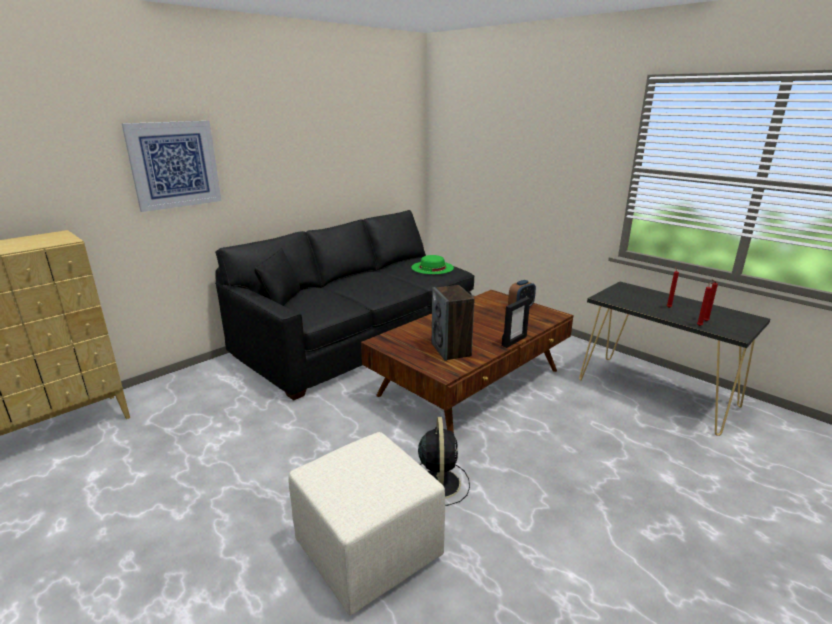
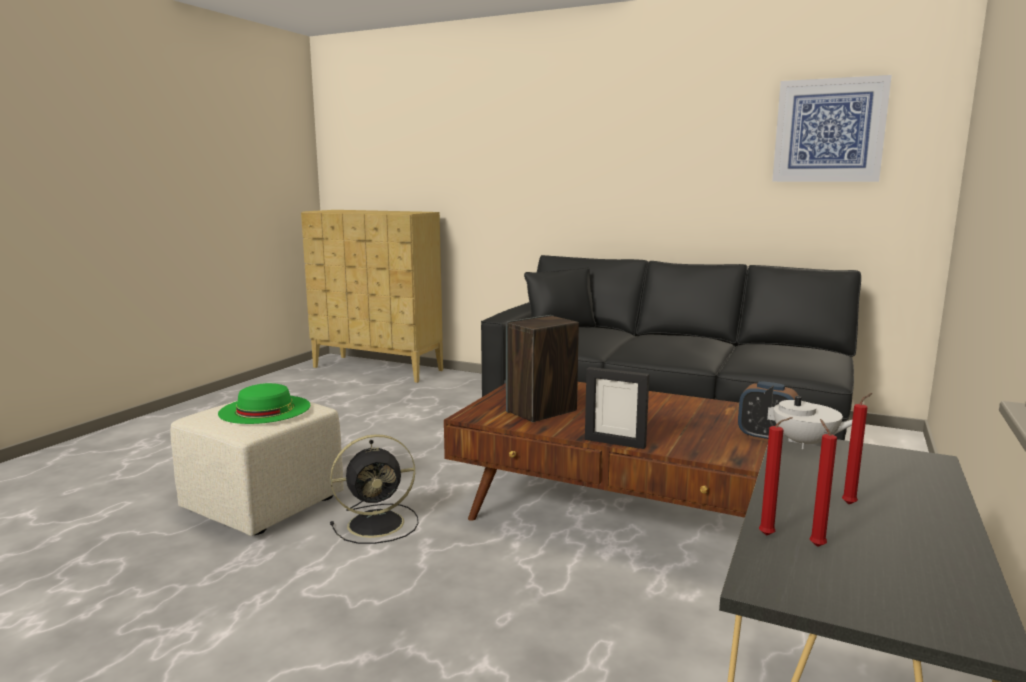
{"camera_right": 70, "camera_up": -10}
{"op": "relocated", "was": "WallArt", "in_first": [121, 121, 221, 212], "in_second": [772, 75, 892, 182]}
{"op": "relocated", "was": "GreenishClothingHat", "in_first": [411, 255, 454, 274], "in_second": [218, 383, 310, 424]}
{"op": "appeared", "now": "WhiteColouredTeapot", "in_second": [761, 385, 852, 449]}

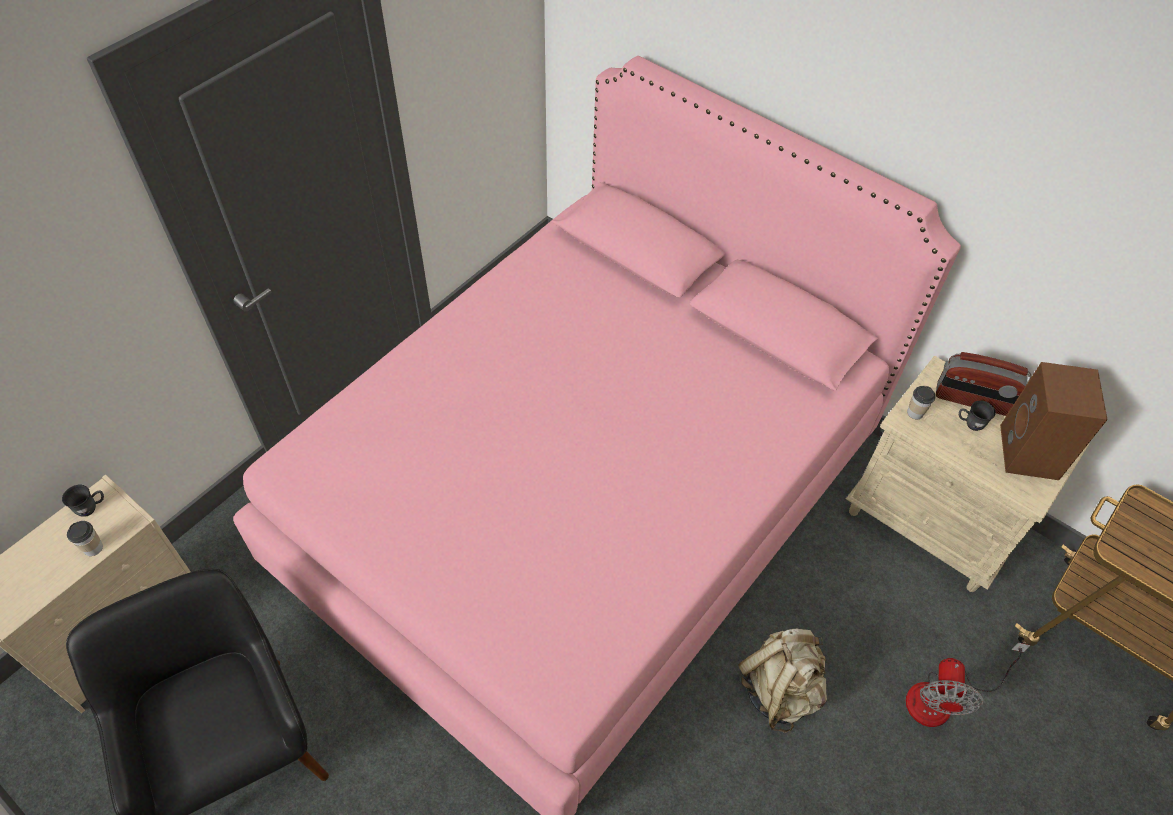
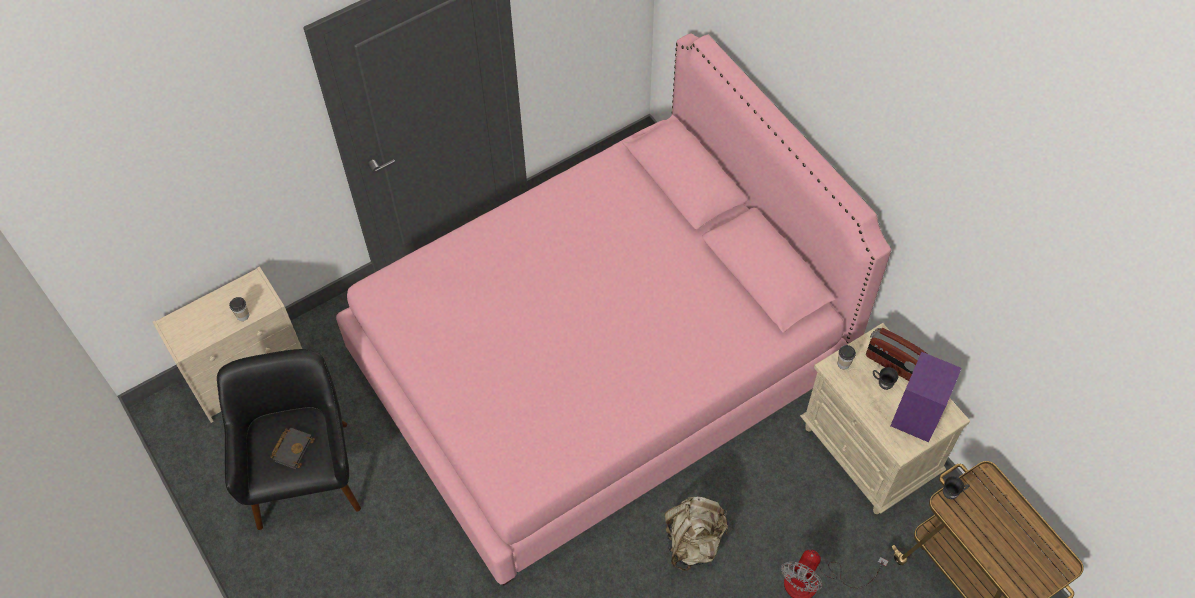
{"camera_right": 20, "camera_up": 5}
{"op": "colour", "was": "BrownLoudspeaker", "now": "PurplishLoudspeaker", "in_first": [1000, 362, 1108, 480], "in_second": [891, 352, 962, 442]}
{"op": "relocated", "was": "GreyishMug", "in_first": [62, 485, 104, 517], "in_second": [943, 476, 970, 499]}
{"op": "appeared", "now": "BlackVolume", "in_second": [270, 427, 315, 469]}

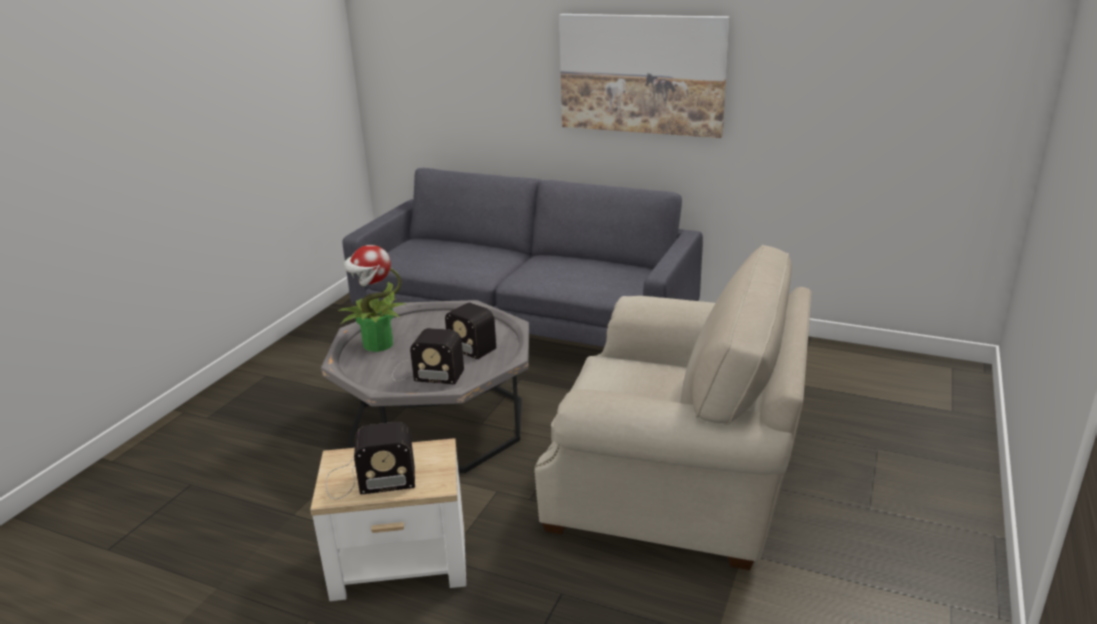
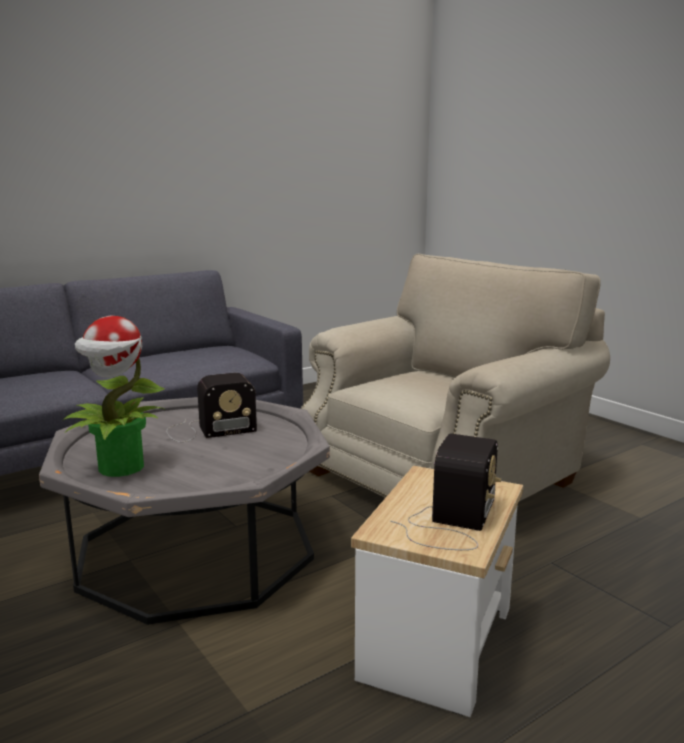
{"camera_right": -60, "camera_up": -10}
{"op": "missing", "was": "WallArt", "in_first": [559, 14, 730, 138]}
{"op": "missing", "was": "Radio", "in_first": [392, 328, 464, 385]}

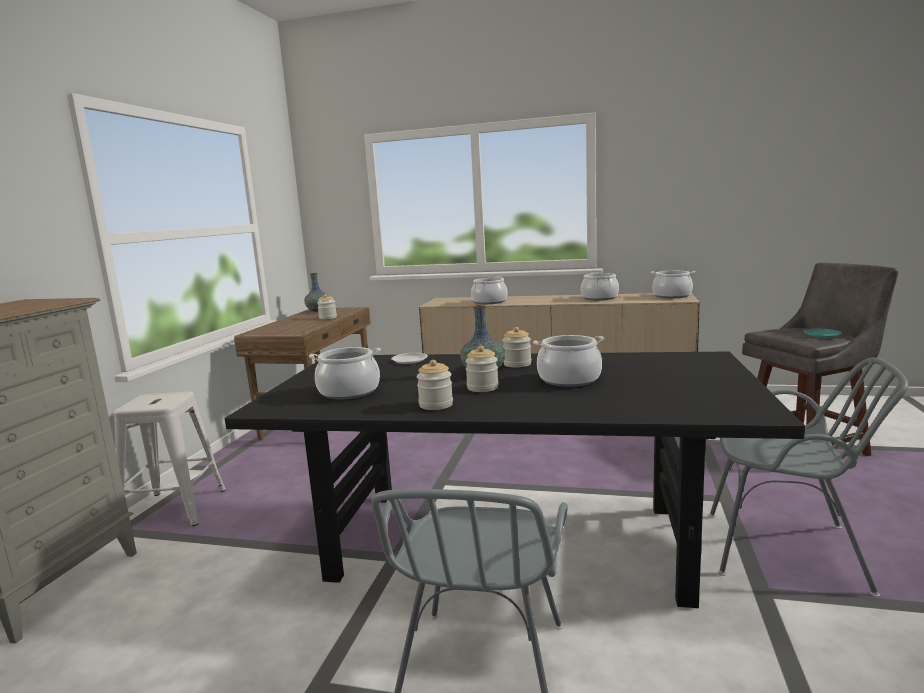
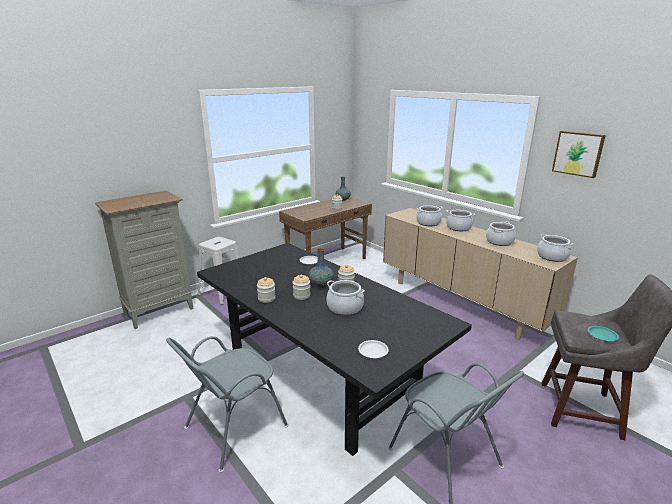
{"camera_right": 35, "camera_up": 10}
{"op": "relocated", "was": "Saucepot", "in_first": [309, 347, 381, 399], "in_second": [446, 210, 475, 231]}
{"op": "appeared", "now": "WallArt", "in_second": [552, 131, 606, 178]}
{"op": "appeared", "now": "WhiteColouredFlatDish", "in_second": [358, 340, 389, 358]}

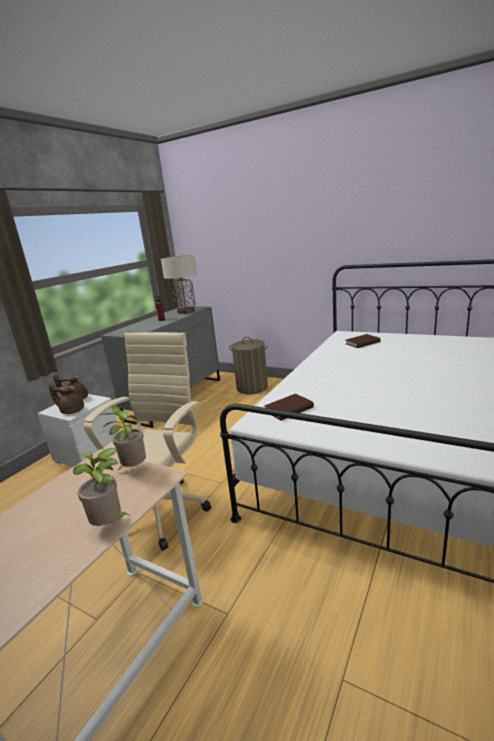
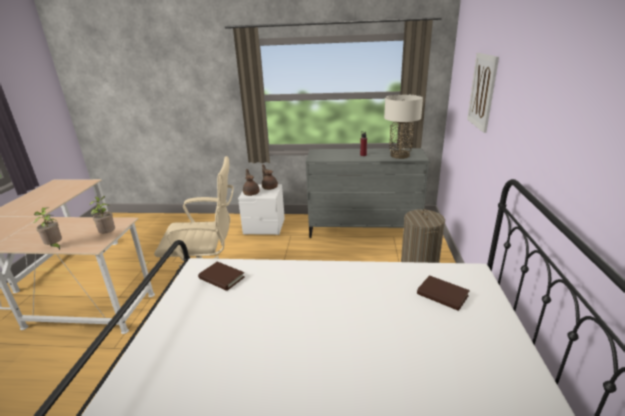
{"camera_right": 65, "camera_up": 5}
{"op": "appeared", "now": "WallArt", "in_second": [467, 53, 499, 133]}

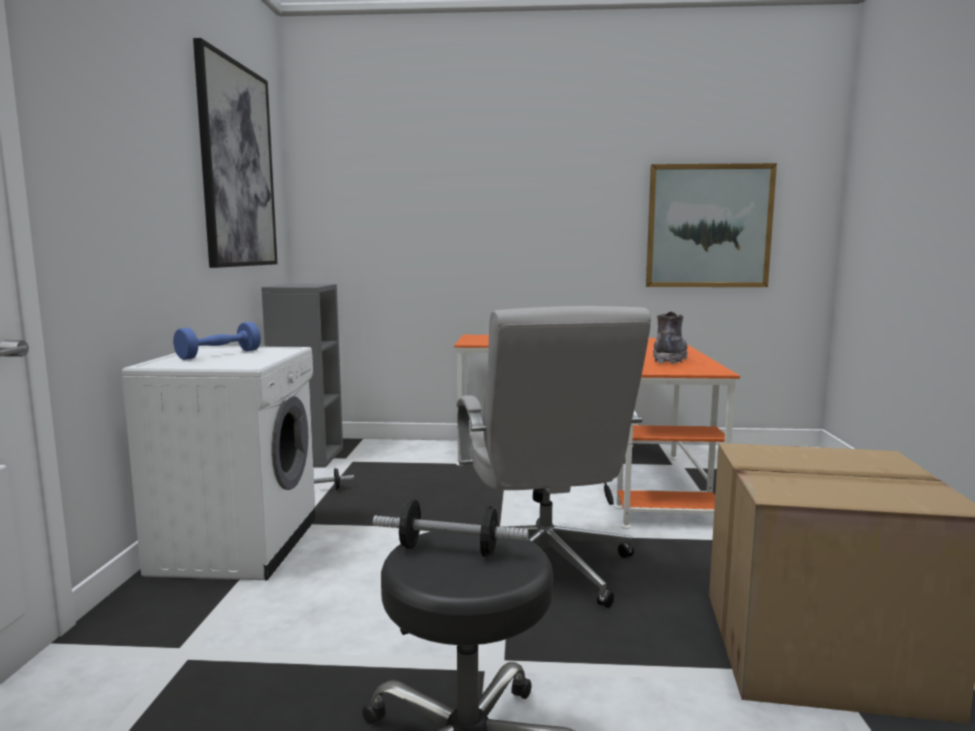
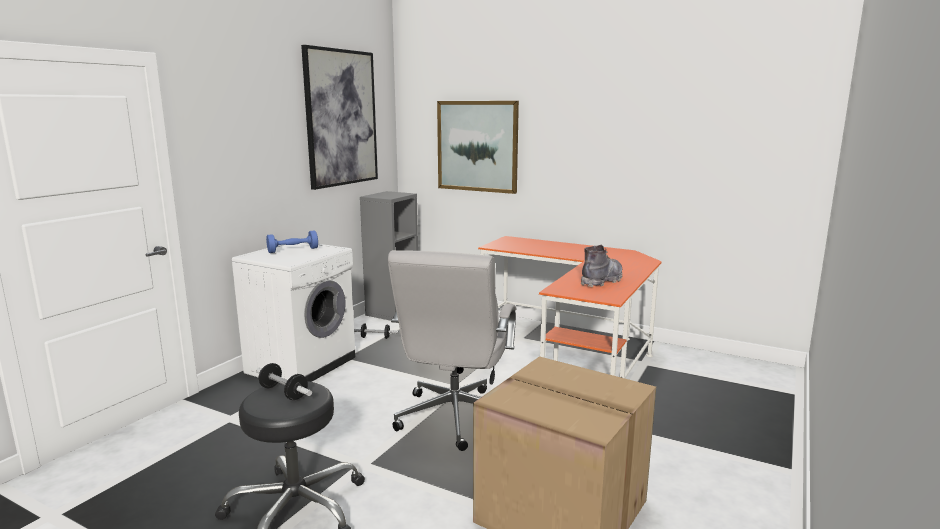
{"camera_right": 25, "camera_up": 5}
{"op": "relocated", "was": "WallArt", "in_first": [646, 163, 777, 287], "in_second": [437, 101, 519, 194]}

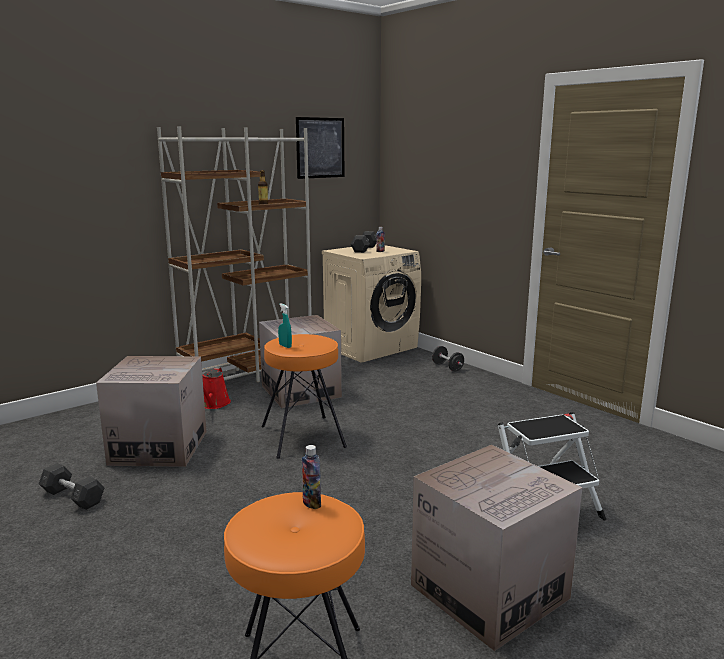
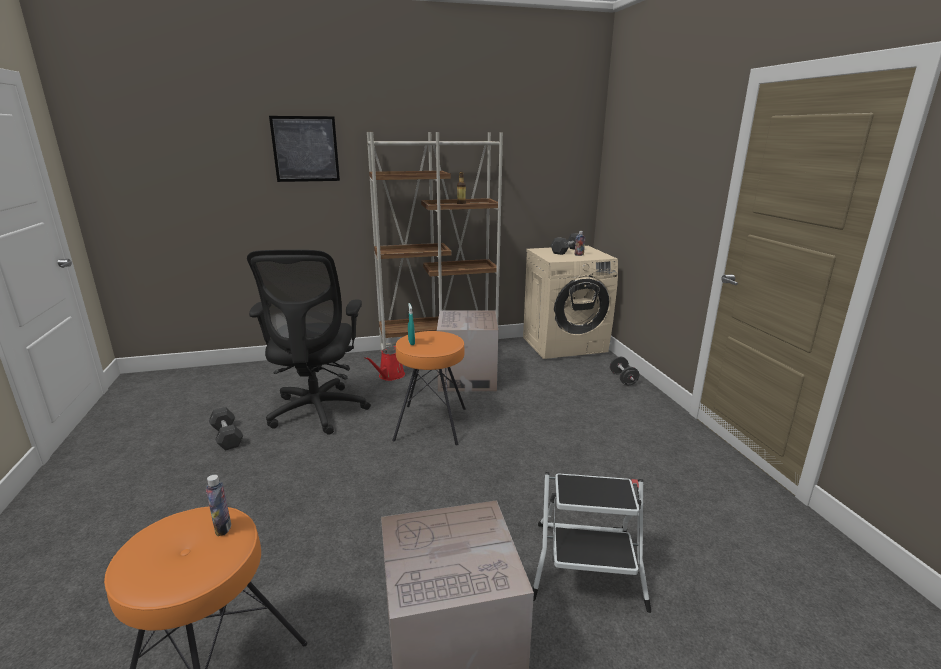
{"camera_right": 25, "camera_up": 5}
{"op": "relocated", "was": "WallArt", "in_first": [296, 117, 344, 179], "in_second": [269, 116, 340, 182]}
{"op": "exchanged", "was": "Carton", "now": "BlackDeskChair", "in_first": [96, 356, 207, 467], "in_second": [247, 250, 371, 435]}

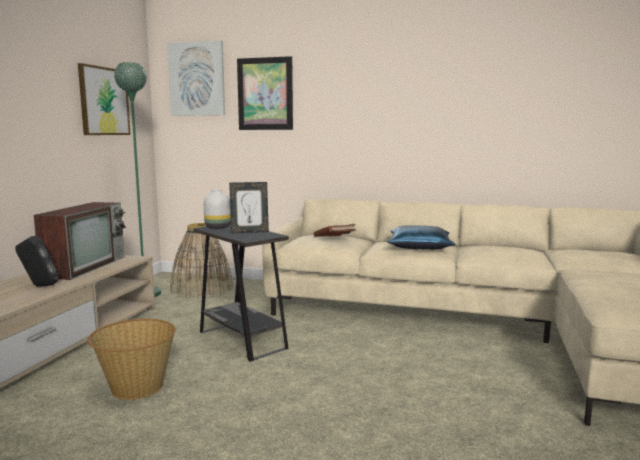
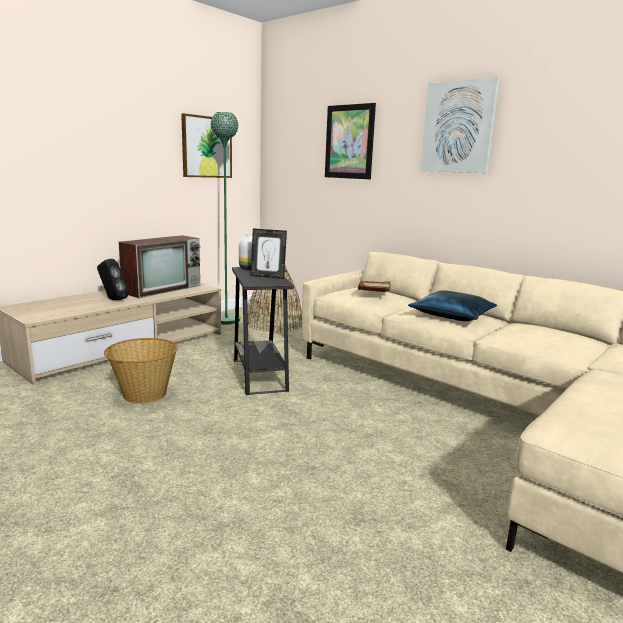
{"camera_right": 25, "camera_up": 5}
{"op": "relocated", "was": "WallArt", "in_first": [167, 40, 225, 116], "in_second": [420, 77, 500, 173]}

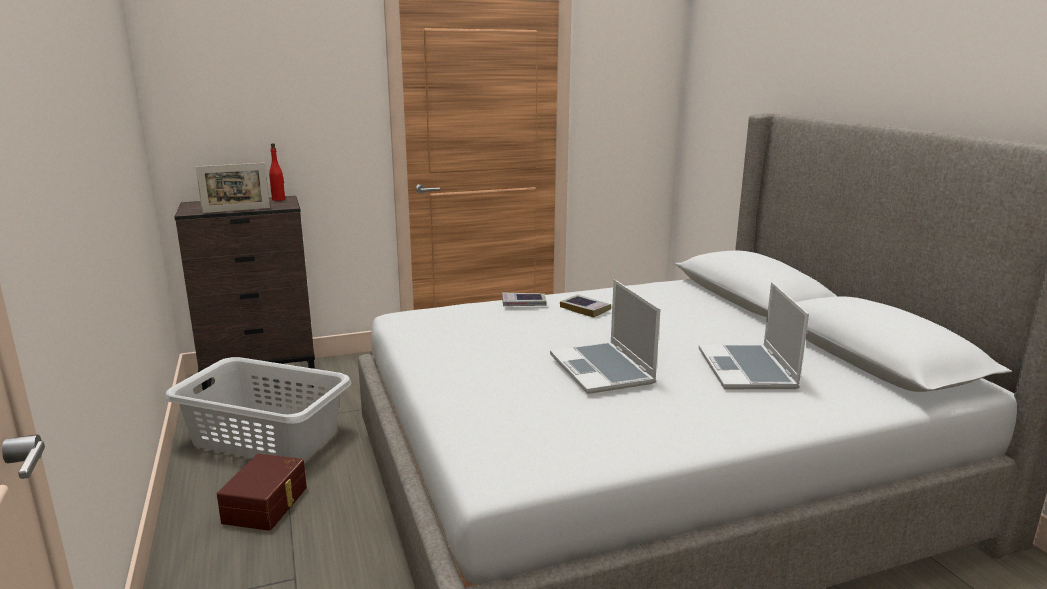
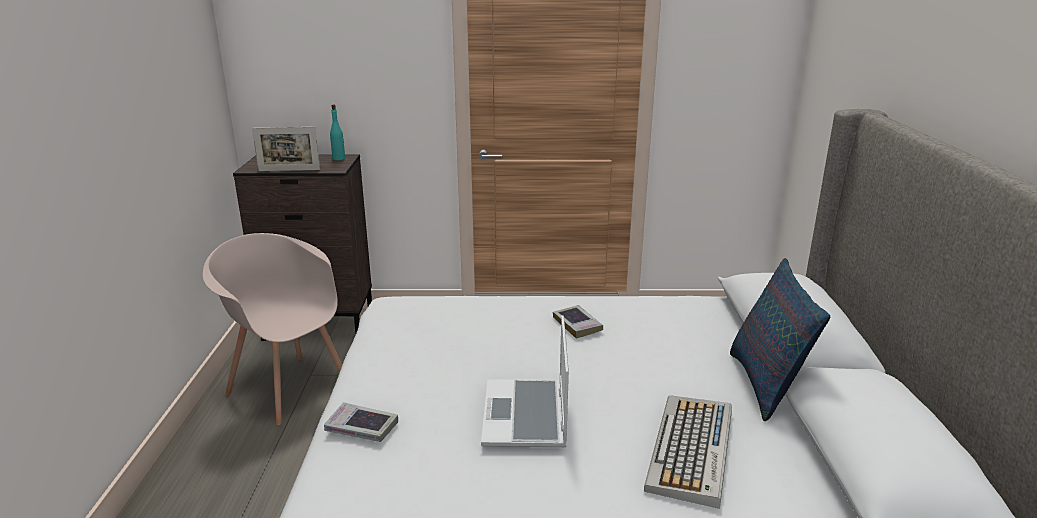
{"camera_right": 20, "camera_up": 5}
{"op": "colour", "was": "RedColouredBeverageBottle", "now": "TurquoiseBeverageBottle", "in_first": [269, 143, 285, 201], "in_second": [330, 105, 345, 160]}
{"op": "exchanged", "was": "NotebookComputer", "now": "Keyboard", "in_first": [699, 282, 809, 389], "in_second": [644, 395, 732, 509]}
{"op": "relocated", "was": "Volume", "in_first": [502, 292, 547, 306], "in_second": [324, 402, 398, 442]}
{"op": "exchanged", "was": "GreyishHamper", "now": "SandColouredChair", "in_first": [165, 357, 351, 460], "in_second": [203, 233, 342, 425]}
{"op": "missing", "was": "BrownStorageBin", "in_first": [217, 454, 307, 531]}
{"op": "appeared", "now": "BluishPillow", "in_second": [730, 258, 830, 421]}

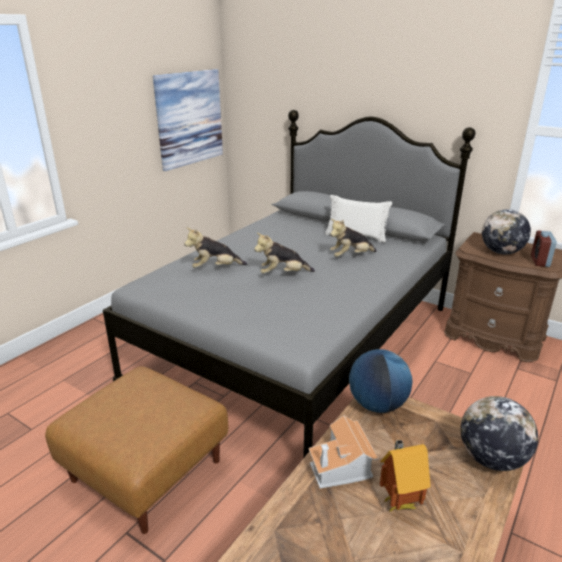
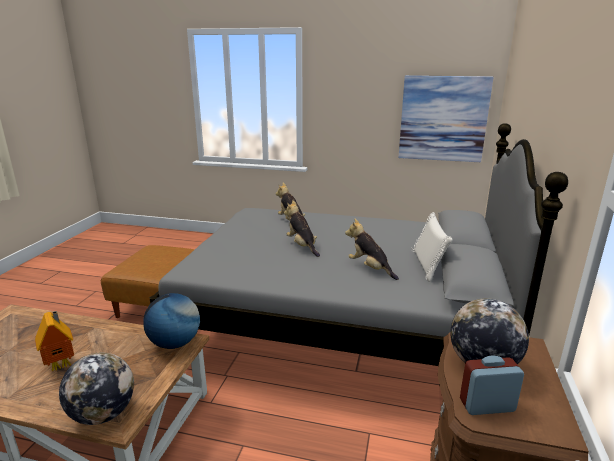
{"camera_right": 70, "camera_up": -5}
{"op": "missing", "was": "MiniatureHouse", "in_first": [308, 415, 379, 489]}

